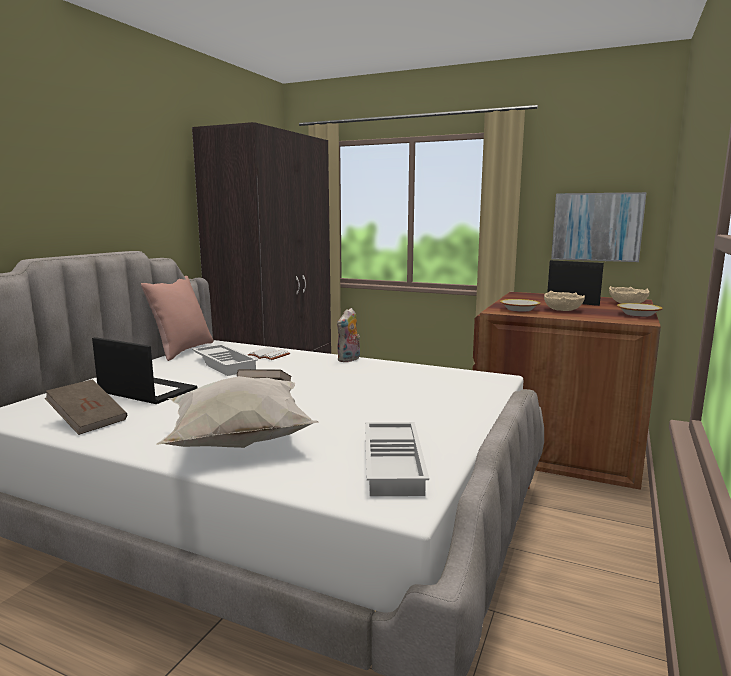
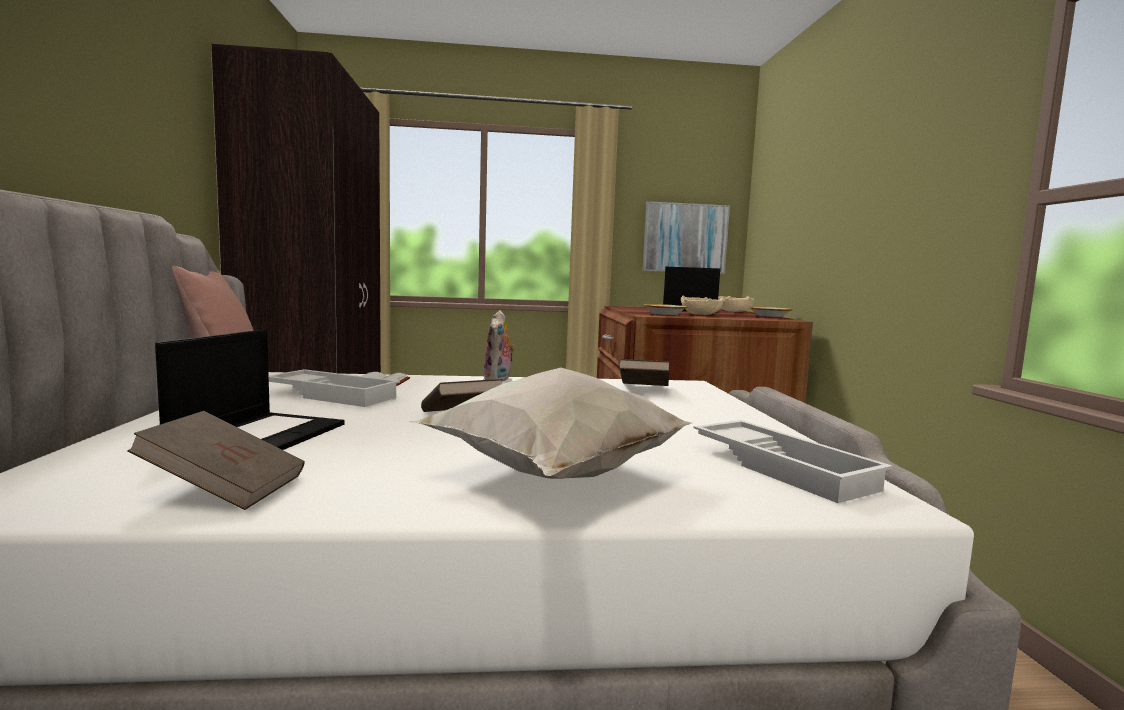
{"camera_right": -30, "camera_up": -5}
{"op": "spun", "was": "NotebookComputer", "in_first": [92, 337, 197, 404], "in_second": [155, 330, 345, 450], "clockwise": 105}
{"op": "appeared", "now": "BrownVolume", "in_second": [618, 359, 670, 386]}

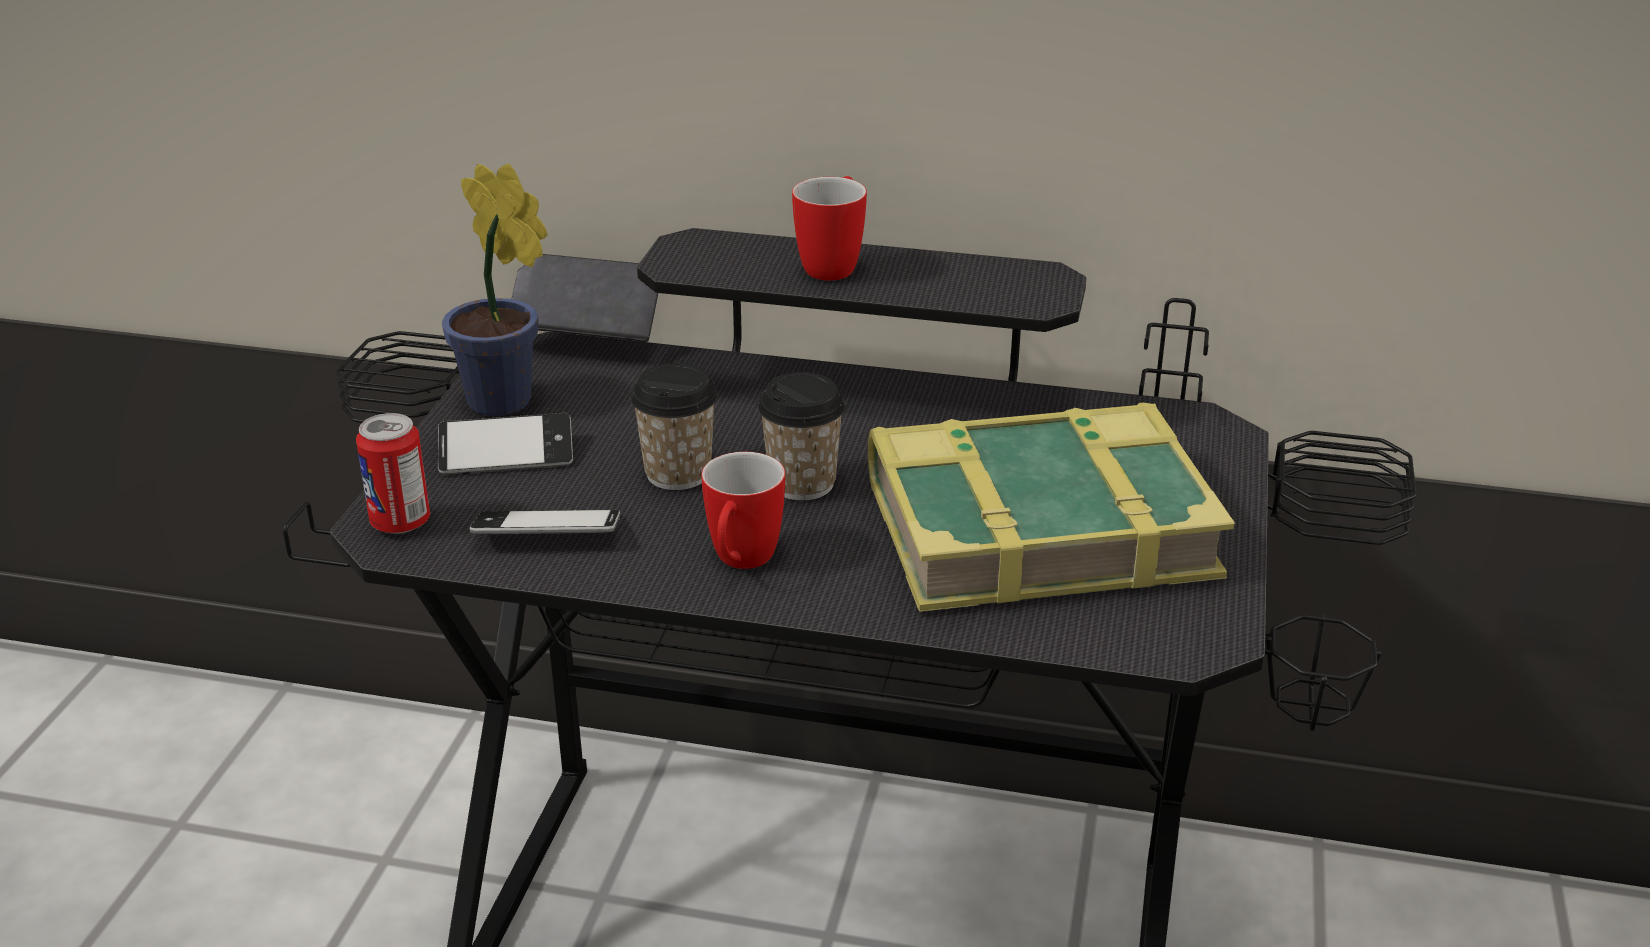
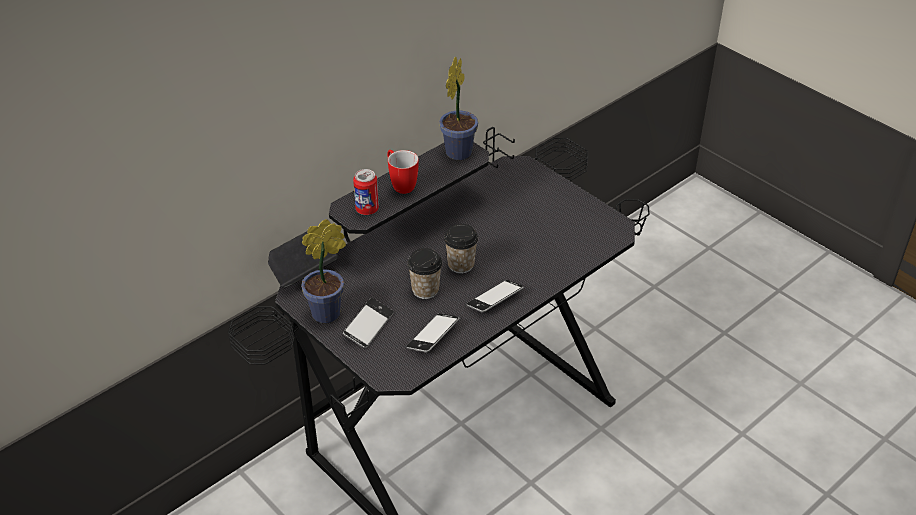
{"camera_right": -55, "camera_up": 10}
{"op": "missing", "was": "Volume", "in_first": [868, 403, 1235, 612]}
{"op": "relocated", "was": "SealedCan", "in_first": [356, 413, 430, 534], "in_second": [353, 169, 379, 215]}
{"op": "exchanged", "was": "Mug", "now": "Telephone", "in_first": [701, 452, 785, 569], "in_second": [467, 280, 524, 313]}
{"op": "appeared", "now": "Houseplant", "in_second": [439, 57, 478, 160]}

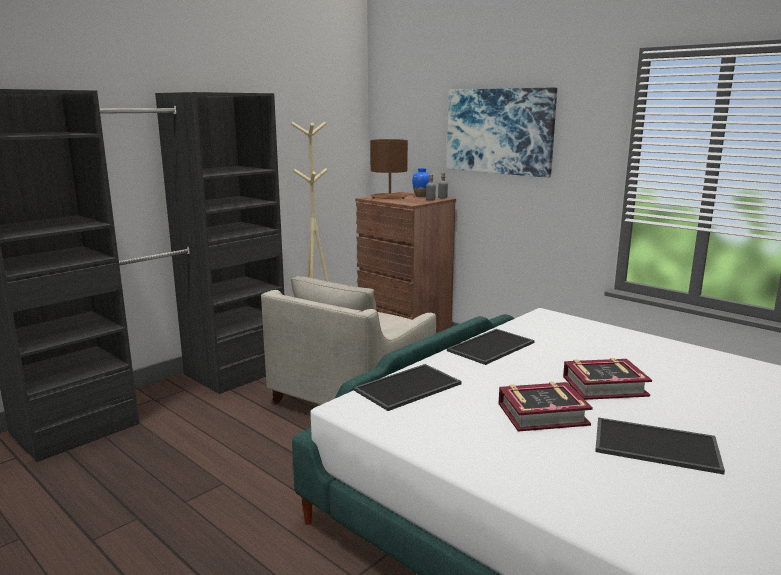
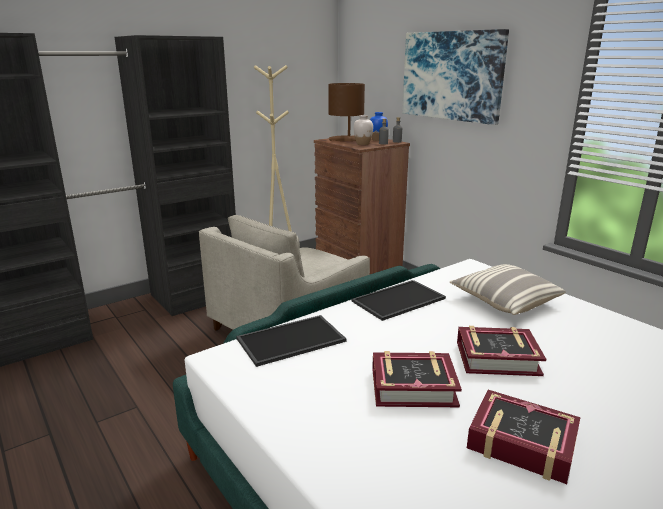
{"camera_right": 10, "camera_up": 5}
{"op": "exchanged", "was": "CarryingTray", "now": "Volume", "in_first": [595, 417, 725, 475], "in_second": [467, 390, 581, 484]}
{"op": "appeared", "now": "WhiteColouredVase", "in_second": [354, 115, 373, 145]}
{"op": "appeared", "now": "Pillow", "in_second": [450, 264, 566, 315]}

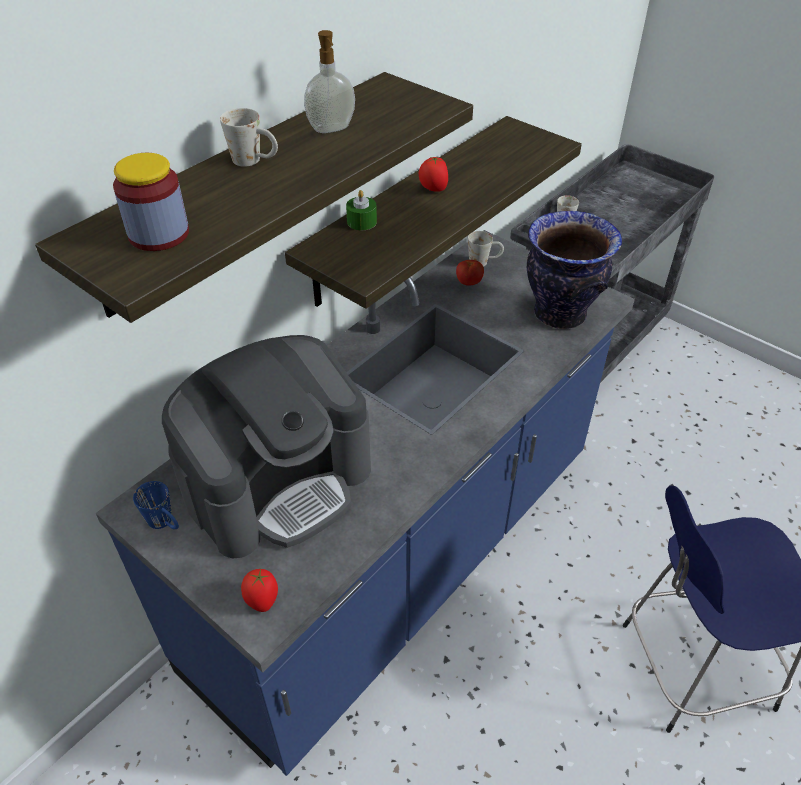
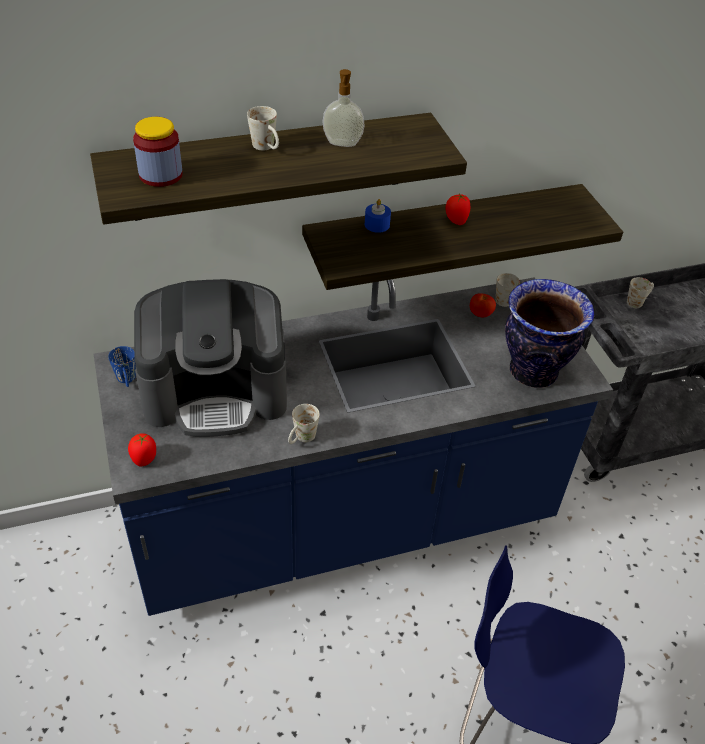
{"camera_right": 30, "camera_up": 0}
{"op": "colour", "was": "GreenishWaxCandle", "now": "BluishWaxCandle", "in_first": [346, 190, 377, 230], "in_second": [365, 199, 391, 233]}
{"op": "appeared", "now": "WhiteColouredMug", "in_second": [288, 404, 320, 444]}

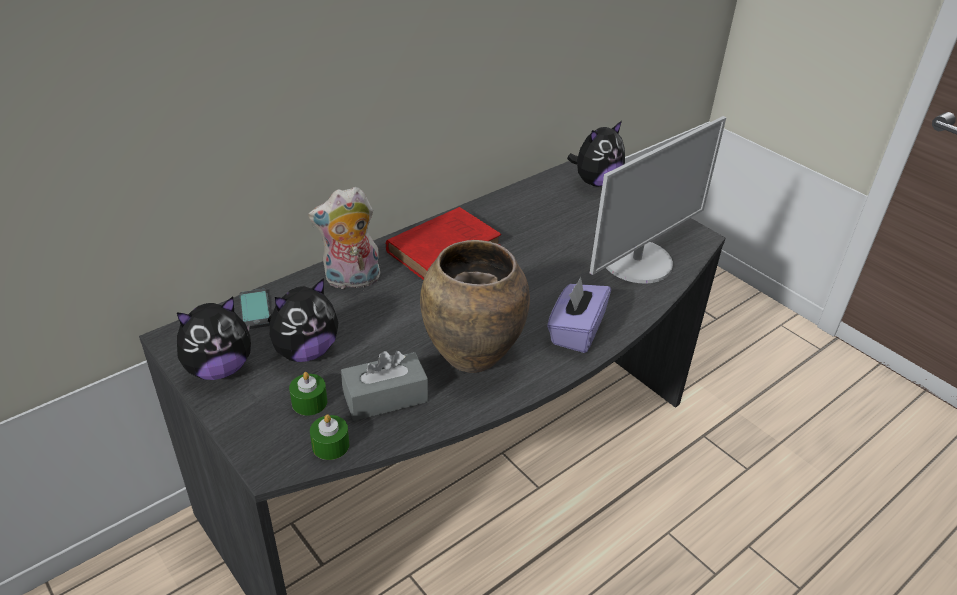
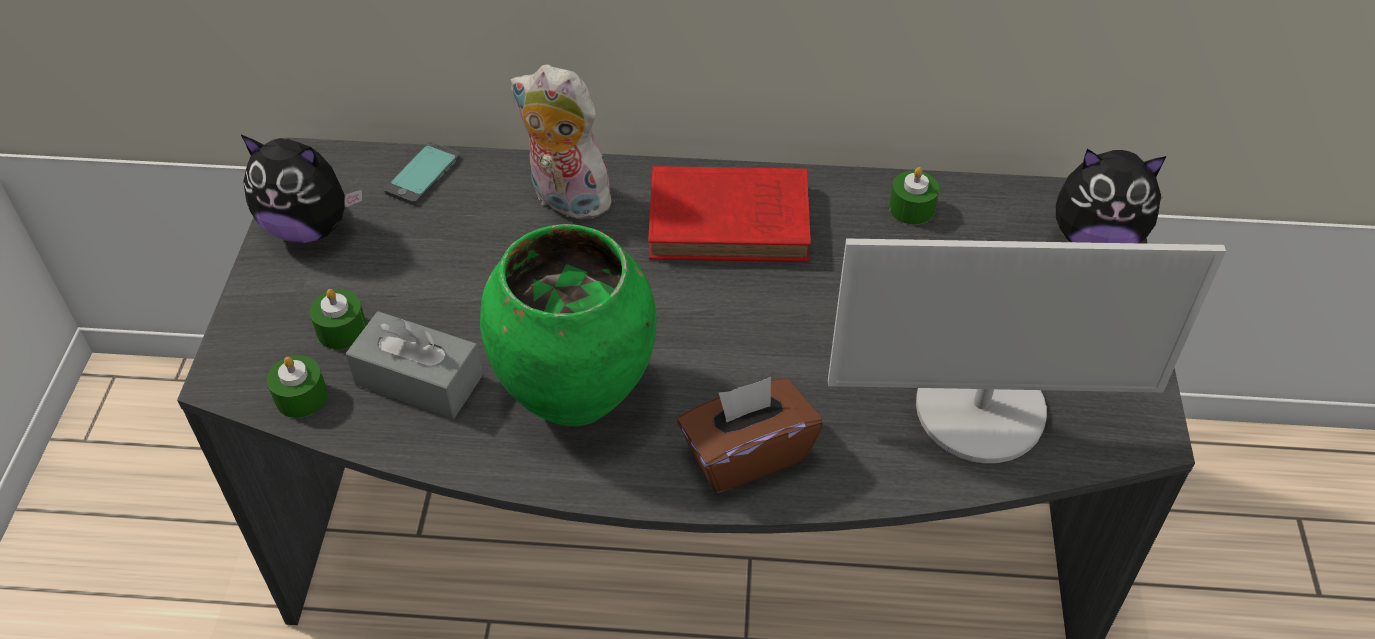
{"camera_right": 45, "camera_up": 10}
{"op": "colour", "was": "BrownVase", "now": "GreenishVase", "in_first": [420, 240, 530, 373], "in_second": [480, 224, 657, 426]}
{"op": "colour", "was": "PurplishBoxOfTissues", "now": "BrownBoxOfTissues", "in_first": [547, 277, 611, 353], "in_second": [677, 377, 823, 493]}
{"op": "missing", "was": "CuddlyToy", "in_first": [268, 278, 338, 362]}
{"op": "appeared", "now": "GreenishWaxCandle", "in_second": [889, 167, 939, 225]}

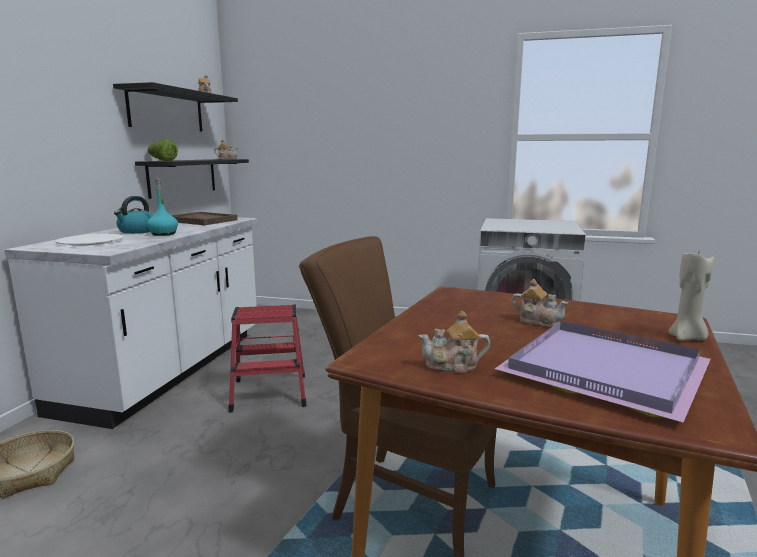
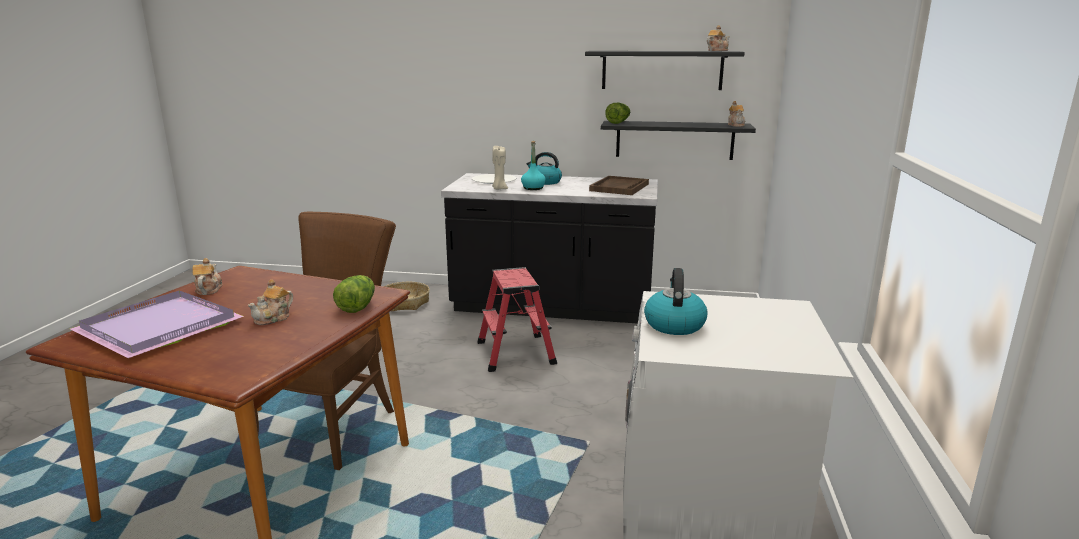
{"camera_right": 85, "camera_up": 5}
{"op": "colour", "was": "WhiteColouredCounter", "now": "BlackCounter", "in_first": [5, 217, 257, 429], "in_second": [441, 173, 658, 324]}
{"op": "relocated", "was": "SandColouredWaxCandle", "in_first": [668, 253, 714, 340], "in_second": [492, 146, 508, 190]}
{"op": "appeared", "now": "TeaKettle", "in_second": [644, 268, 708, 335]}
{"op": "appeared", "now": "HeadOfLettuce", "in_second": [333, 275, 375, 313]}

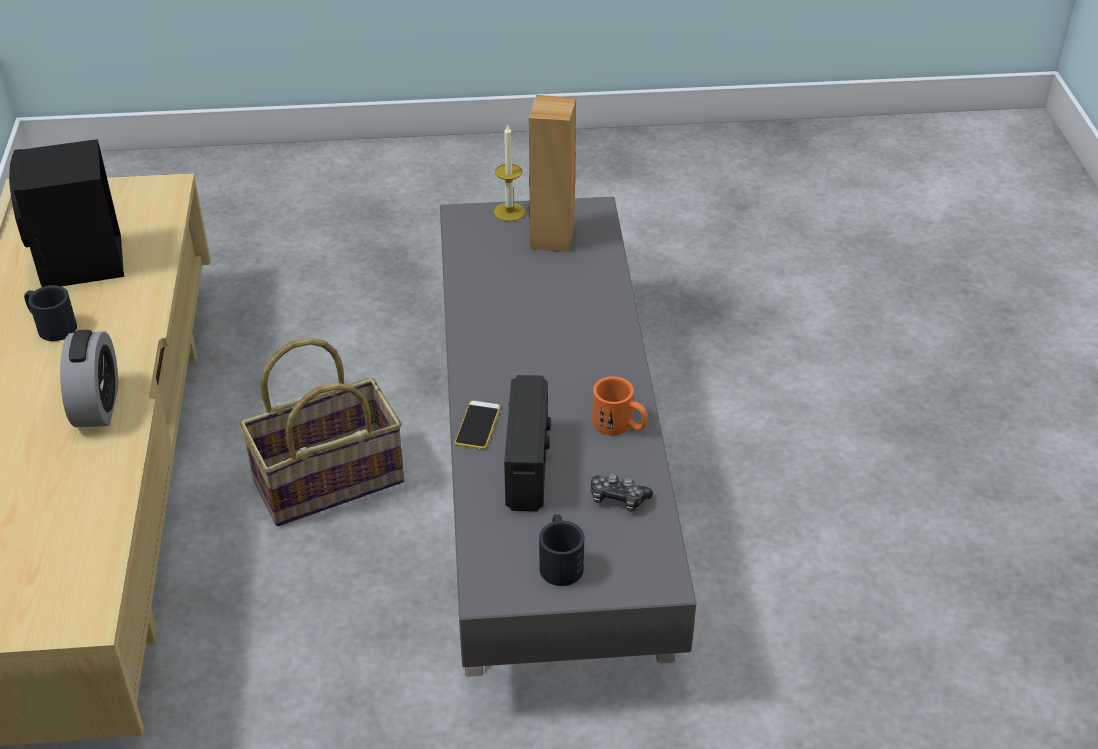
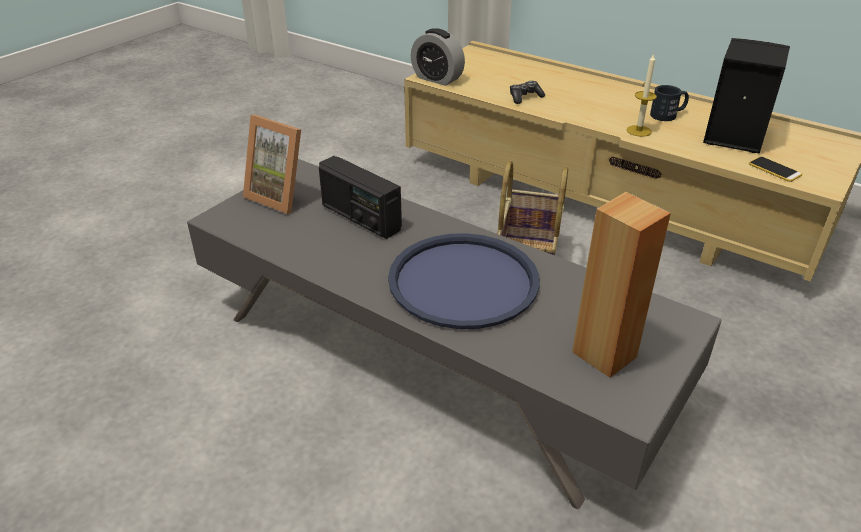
{"camera_right": 130, "camera_up": -5}
{"op": "relocated", "was": "WaxCandle", "in_first": [494, 124, 525, 221], "in_second": [627, 54, 657, 137]}
{"op": "relocated", "was": "BedsideClock", "in_first": [60, 330, 118, 427], "in_second": [411, 28, 465, 86]}
{"op": "missing", "was": "OrangeMug", "in_first": [592, 376, 648, 435]}
{"op": "relocated", "was": "Telephone", "in_first": [455, 400, 501, 449], "in_second": [749, 157, 802, 182]}
{"op": "relocated", "was": "Gamepad", "in_first": [591, 473, 653, 512], "in_second": [510, 81, 545, 104]}
{"op": "exchanged", "was": "BlackMug", "now": "PictureFrame", "in_first": [539, 514, 585, 586], "in_second": [243, 115, 301, 214]}
{"op": "appeared", "now": "BluishCarryingTray", "in_second": [388, 233, 540, 329]}

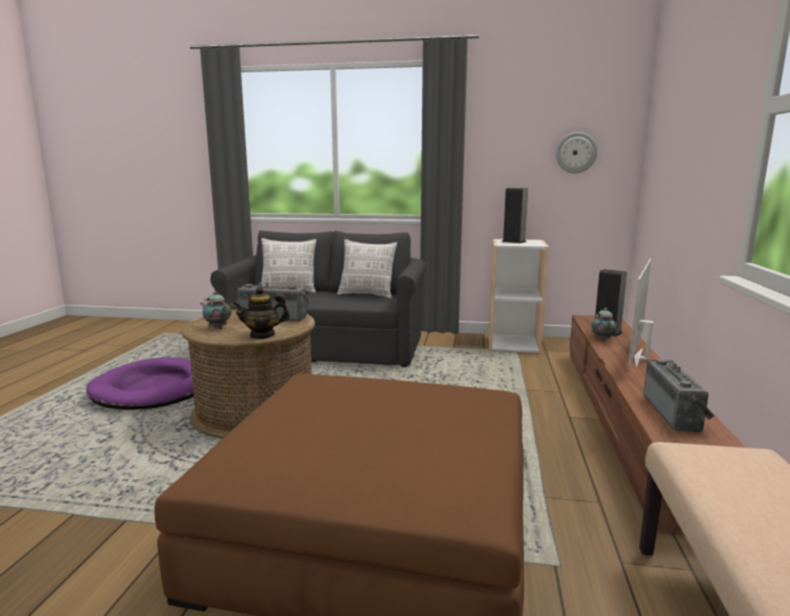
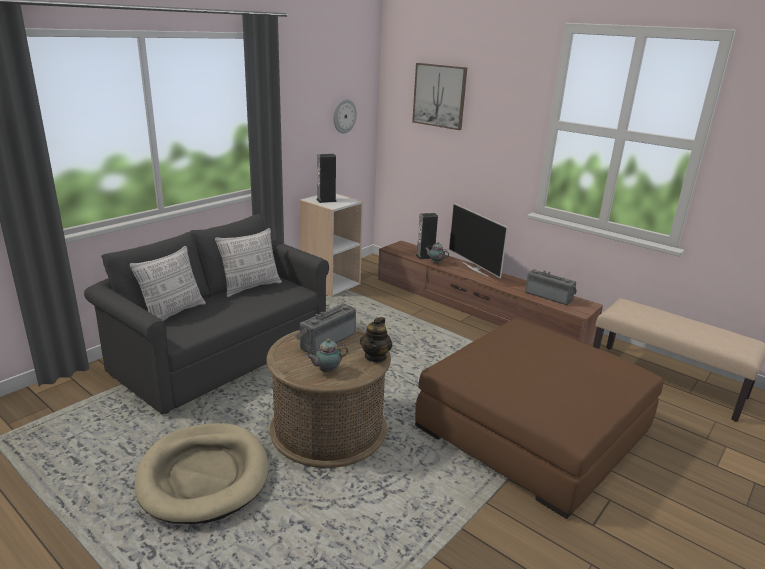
{"camera_right": -60, "camera_up": 10}
{"op": "colour", "was": "PurplishDogBed", "now": "SandColouredDogBed", "in_first": [86, 357, 194, 410], "in_second": [135, 423, 268, 524]}
{"op": "appeared", "now": "WallArt", "in_second": [412, 63, 467, 130]}

